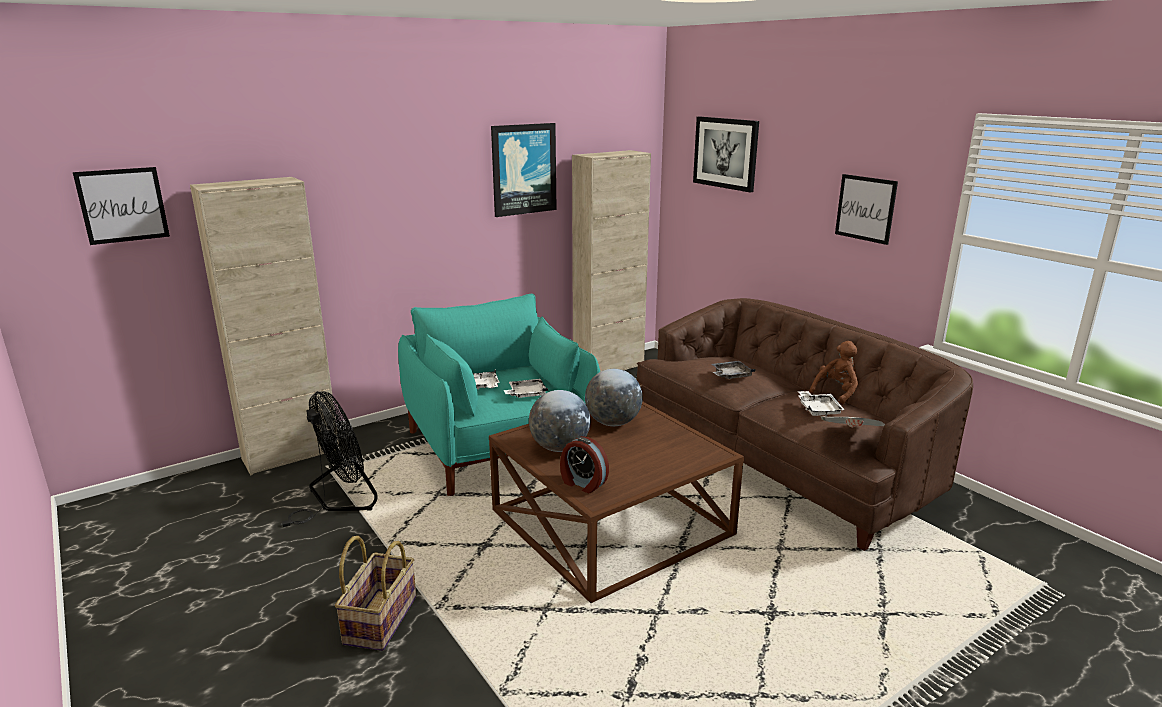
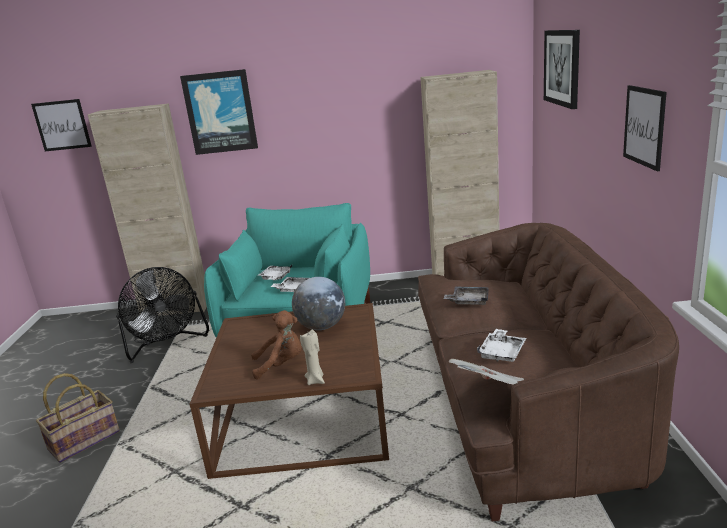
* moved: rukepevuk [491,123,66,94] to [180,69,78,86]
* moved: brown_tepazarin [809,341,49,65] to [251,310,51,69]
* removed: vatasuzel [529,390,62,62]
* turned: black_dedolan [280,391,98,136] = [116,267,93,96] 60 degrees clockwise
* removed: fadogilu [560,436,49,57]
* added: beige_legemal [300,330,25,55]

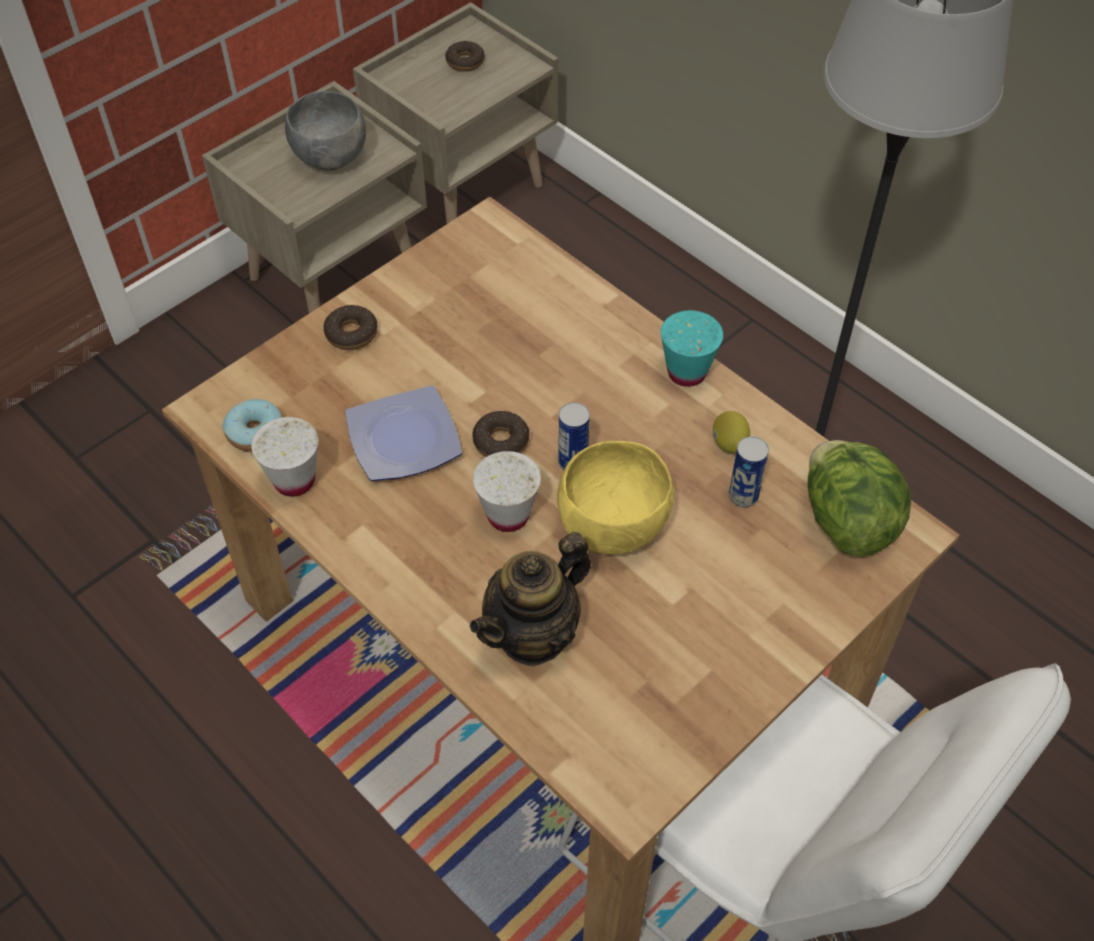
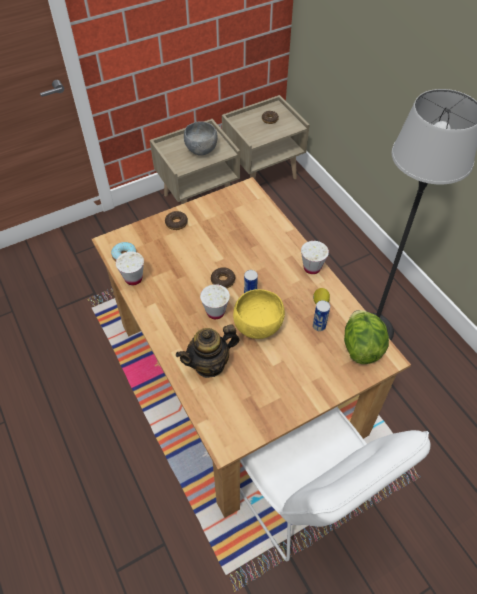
* recoloured: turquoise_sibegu [661,310,62,77] to white_sibegu [301,241,28,33]
* removed: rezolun [345,386,117,95]

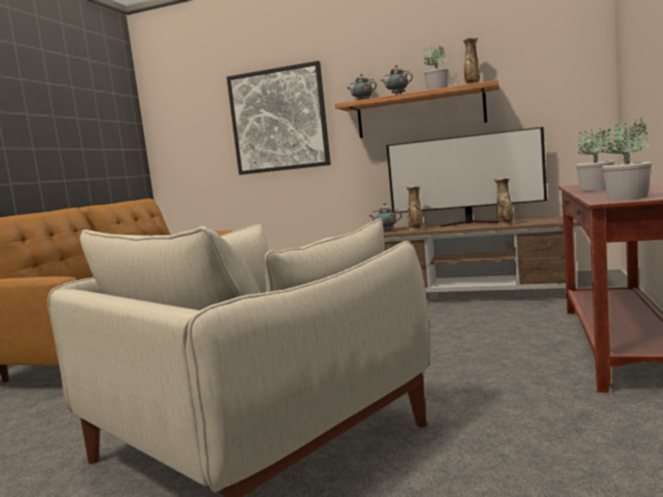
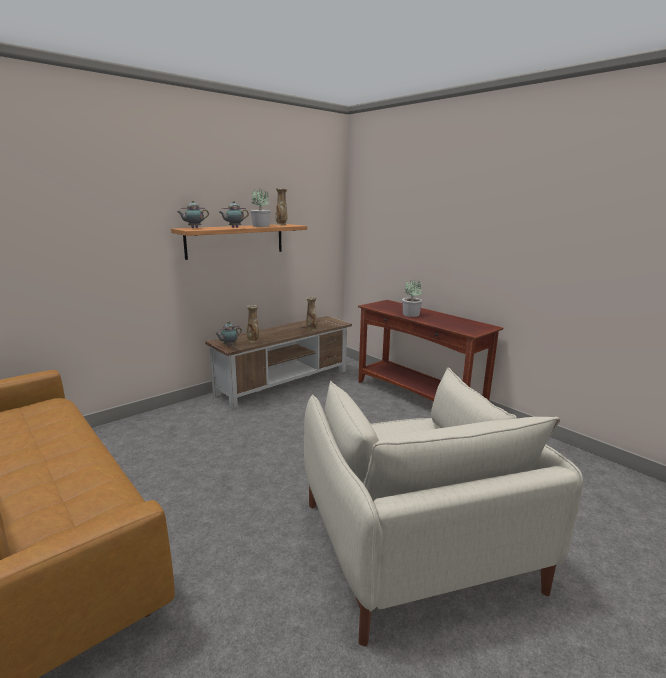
* removed: rukepevuk [227,61,104,114]
* removed: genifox [602,117,50,83]
* removed: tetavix [386,127,161,100]

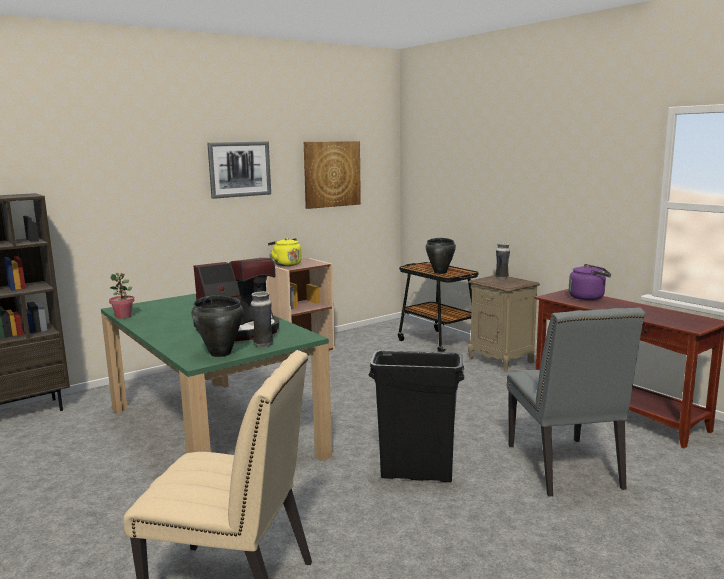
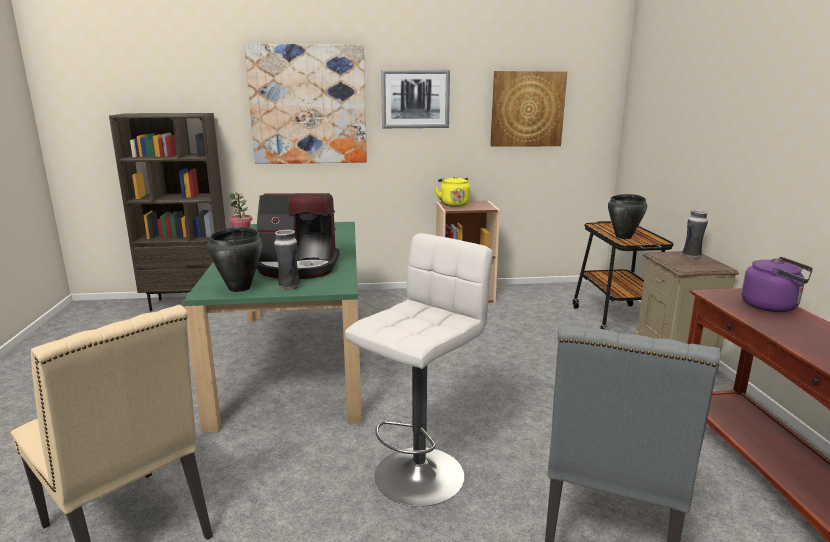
* replaced: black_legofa [369,350,95,132] to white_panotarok [345,233,148,274]
* added: rukepevuk [244,44,123,120]

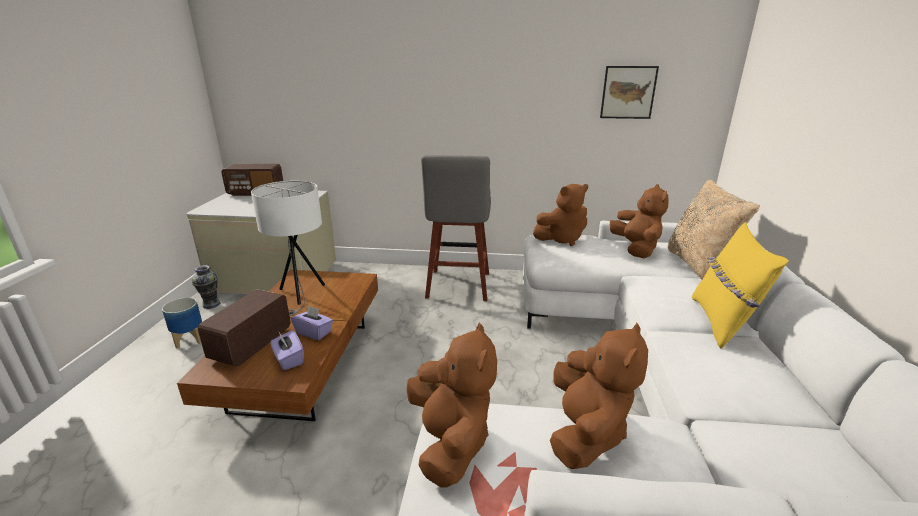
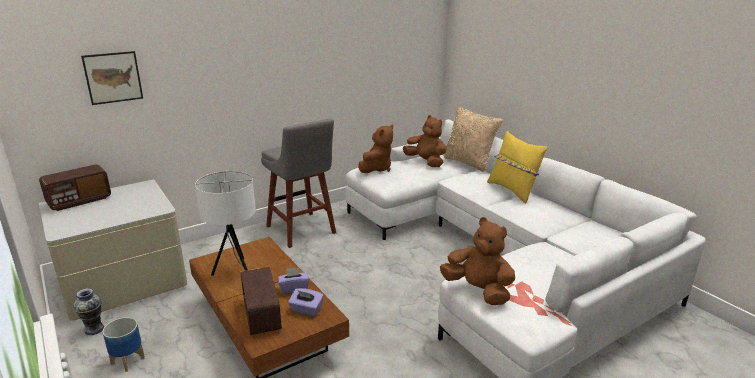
* moved: rukepevuk [600,66,59,53] to [81,51,62,54]
* removed: brown_tepazarin [550,323,98,146]

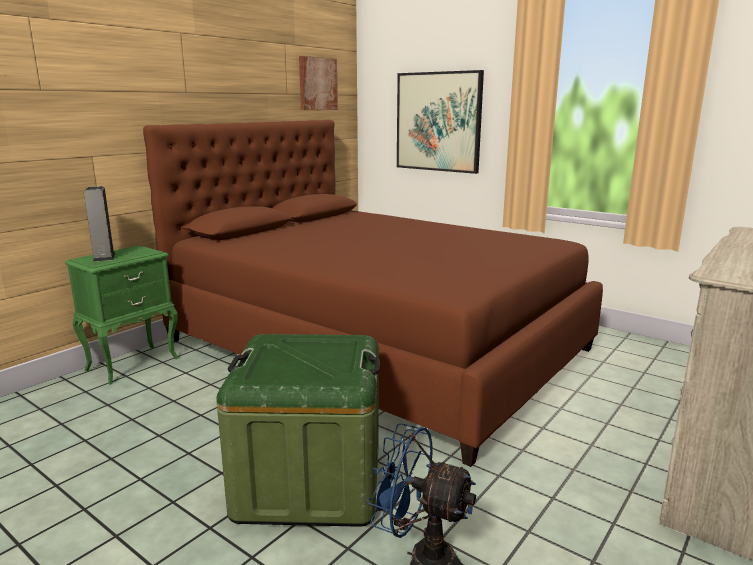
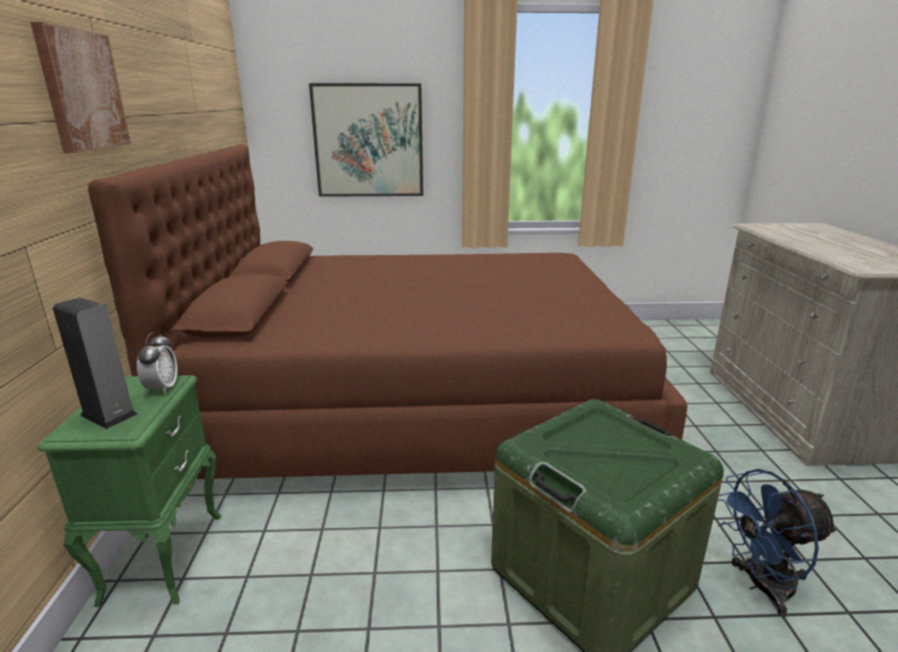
* moved: rukepevuk [299,56,39,54] to [30,21,101,132]
* added: fadogilu [137,332,40,62]

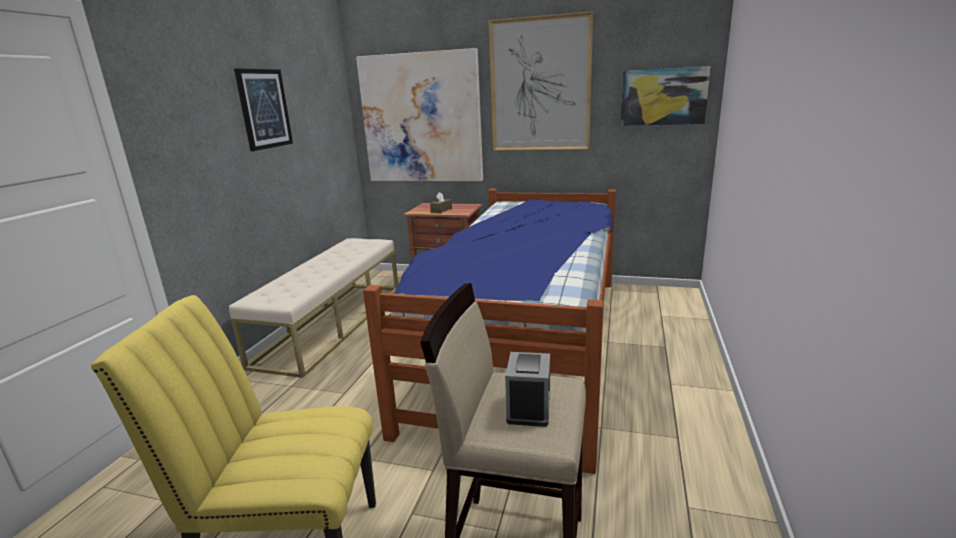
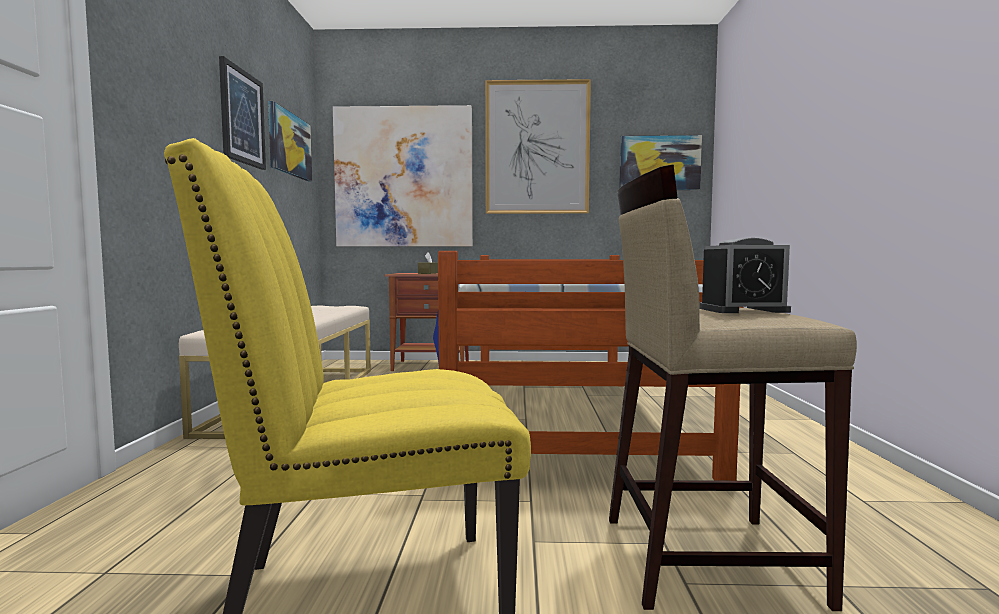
* turned: fadogilu [505,352,45,75] = [699,238,92,75] 90 degrees clockwise
* added: rukepevuk [268,101,44,80]

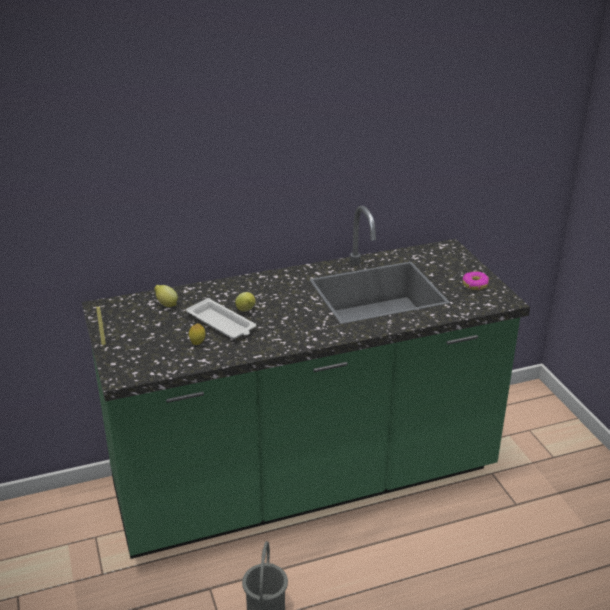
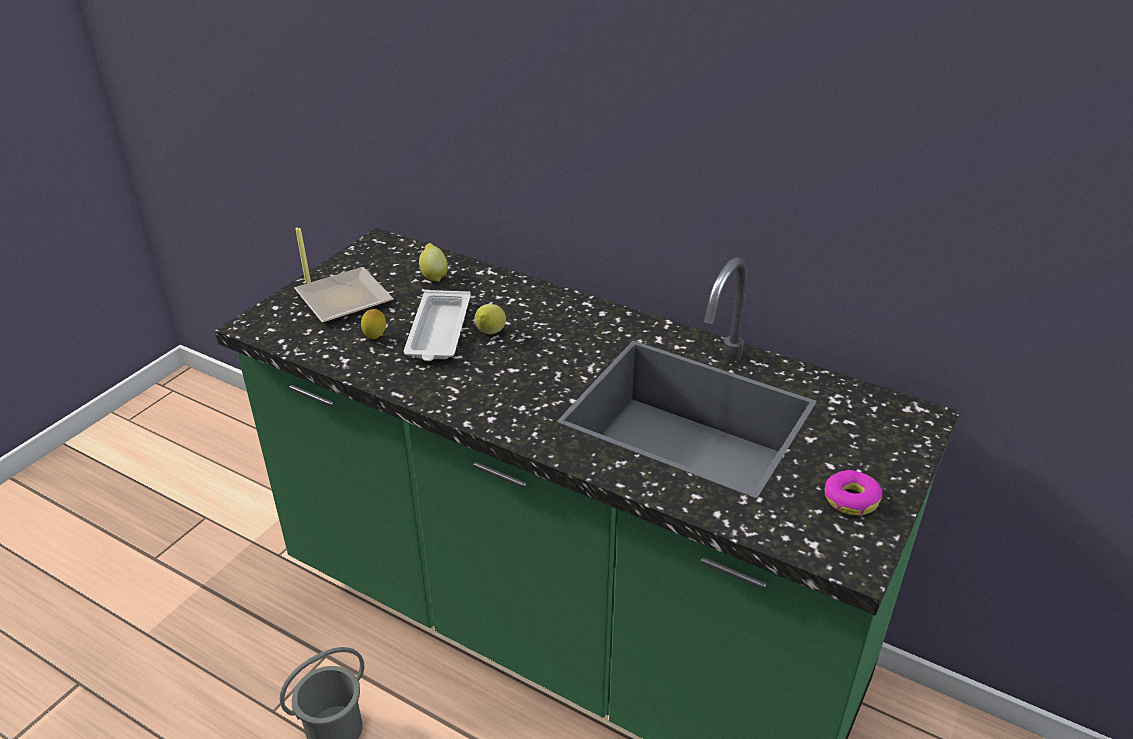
* added: rezolun [294,267,100,56]

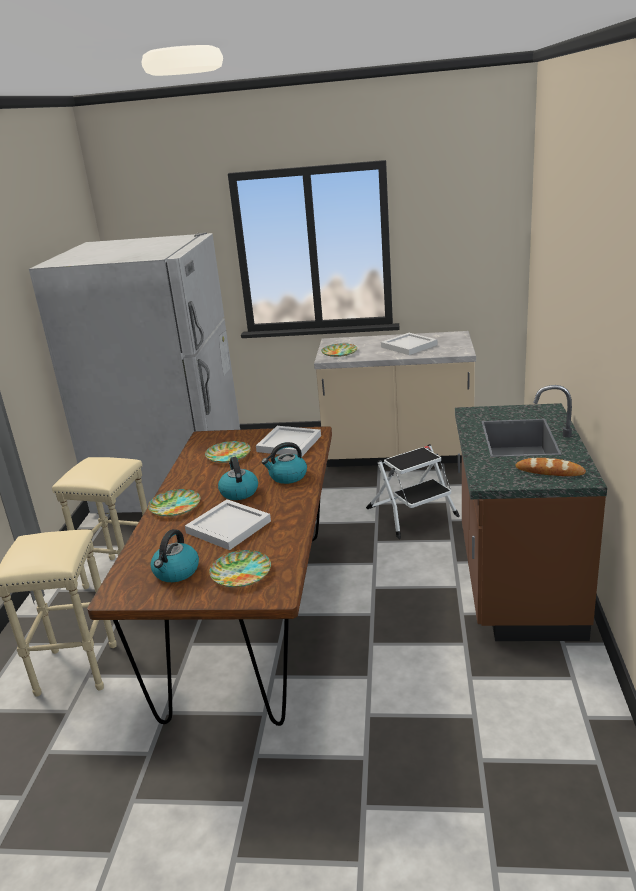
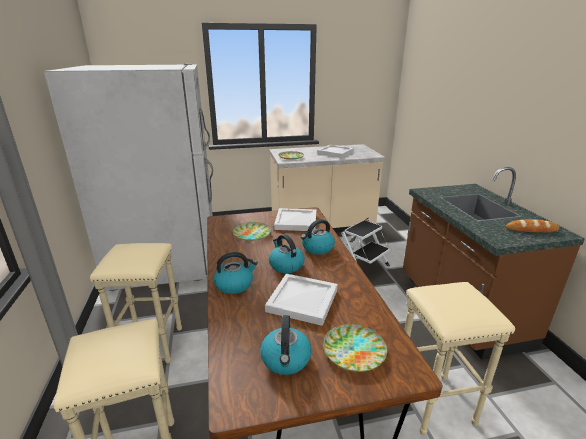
* replaced: rezolun [148,489,52,28] to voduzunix [214,252,44,42]
* added: beige_panotarok [404,282,111,153]

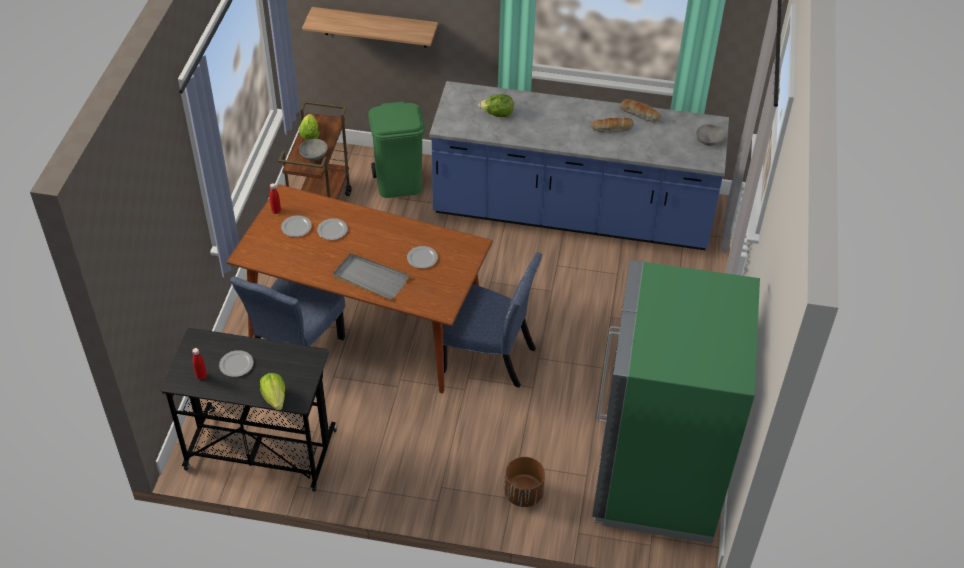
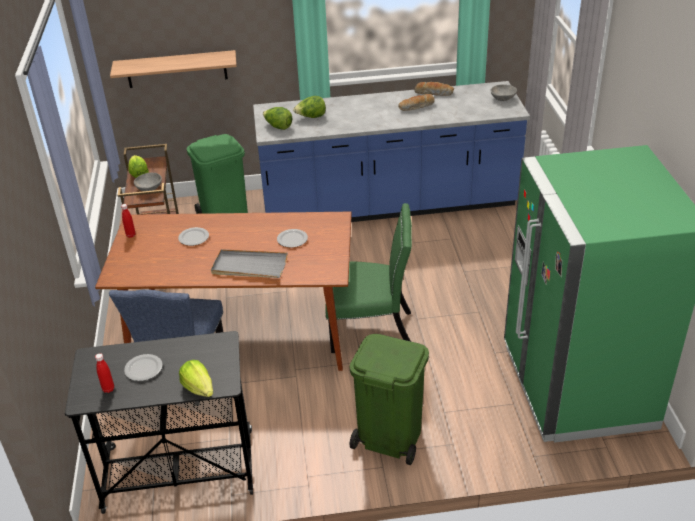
* removed: rezolun [281,215,31,22]
* recoloured: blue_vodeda [443,252,99,136] to green_vodeda [325,203,87,150]
* removed: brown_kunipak [505,457,40,50]
* added: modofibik [263,107,29,23]
* added: green_legofa [349,334,80,131]

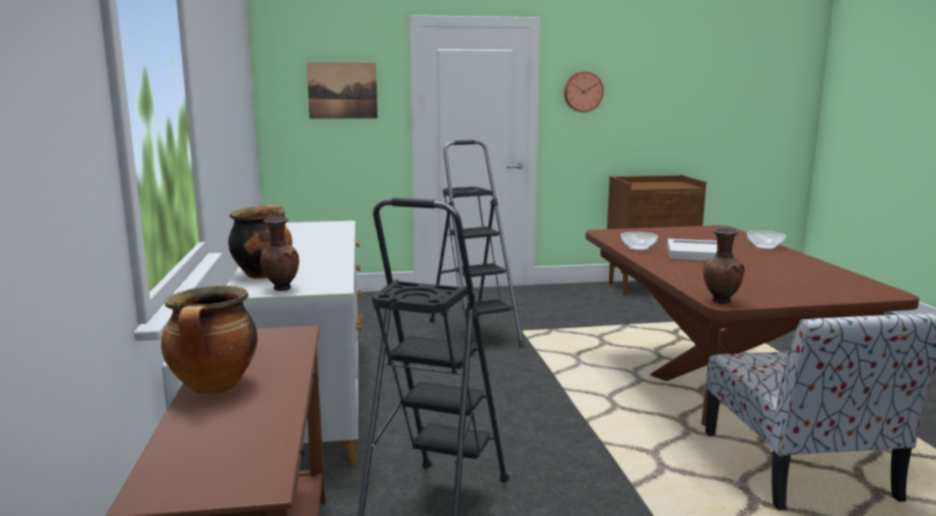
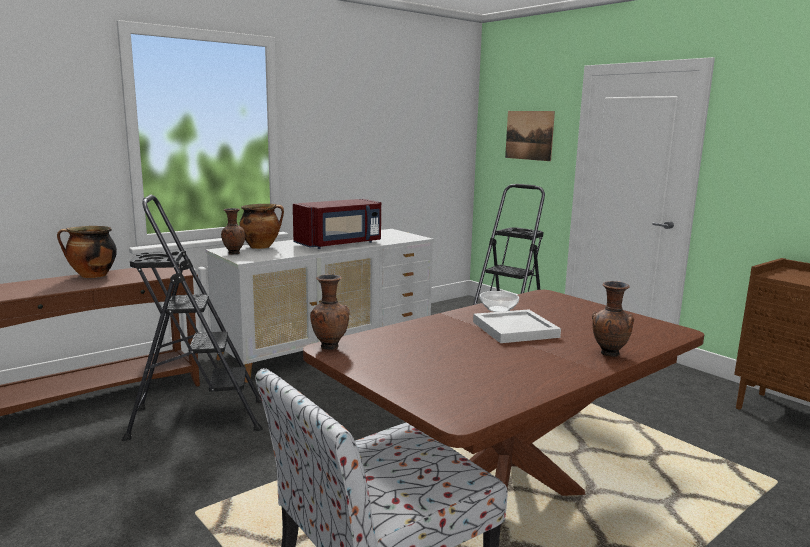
* removed: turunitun [564,71,40,41]
* replaced: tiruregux [747,231,39,18] to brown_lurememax [592,281,42,76]
* added: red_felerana [293,199,88,50]

